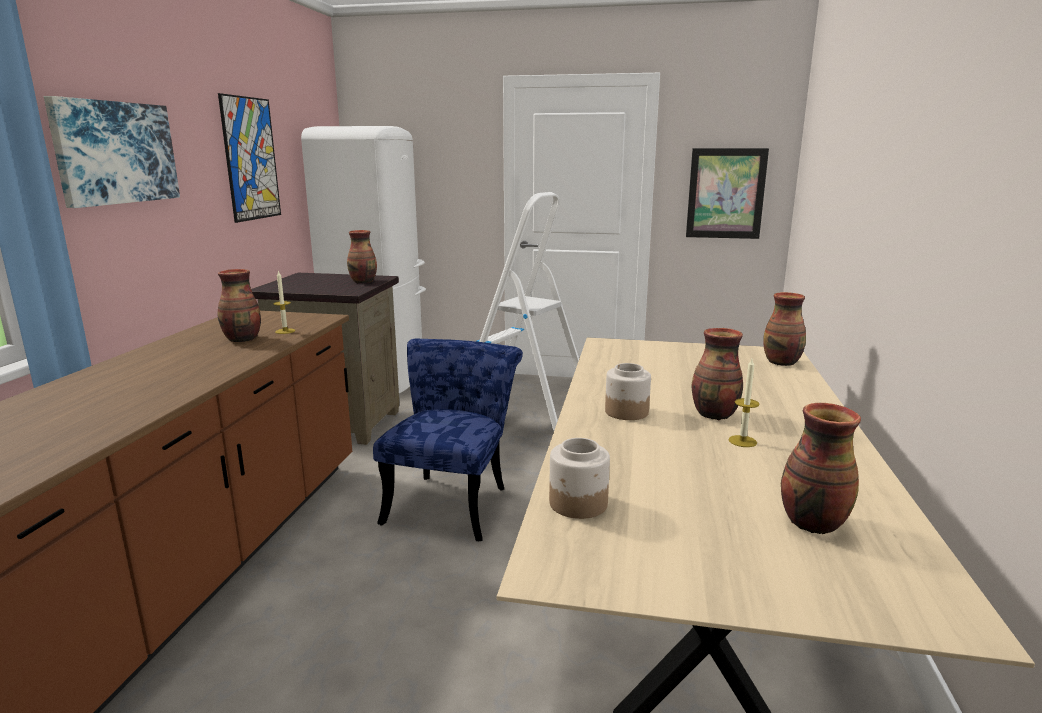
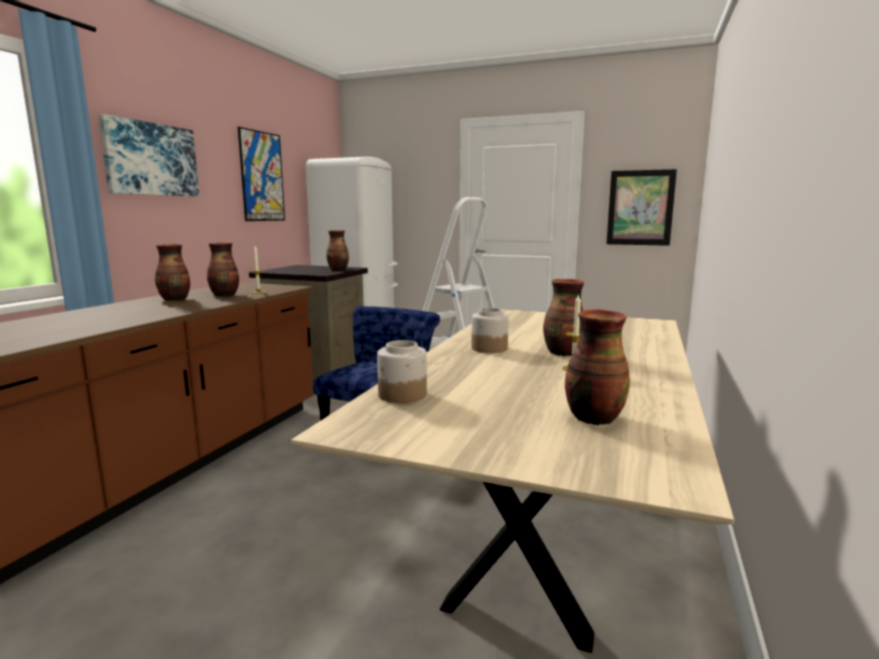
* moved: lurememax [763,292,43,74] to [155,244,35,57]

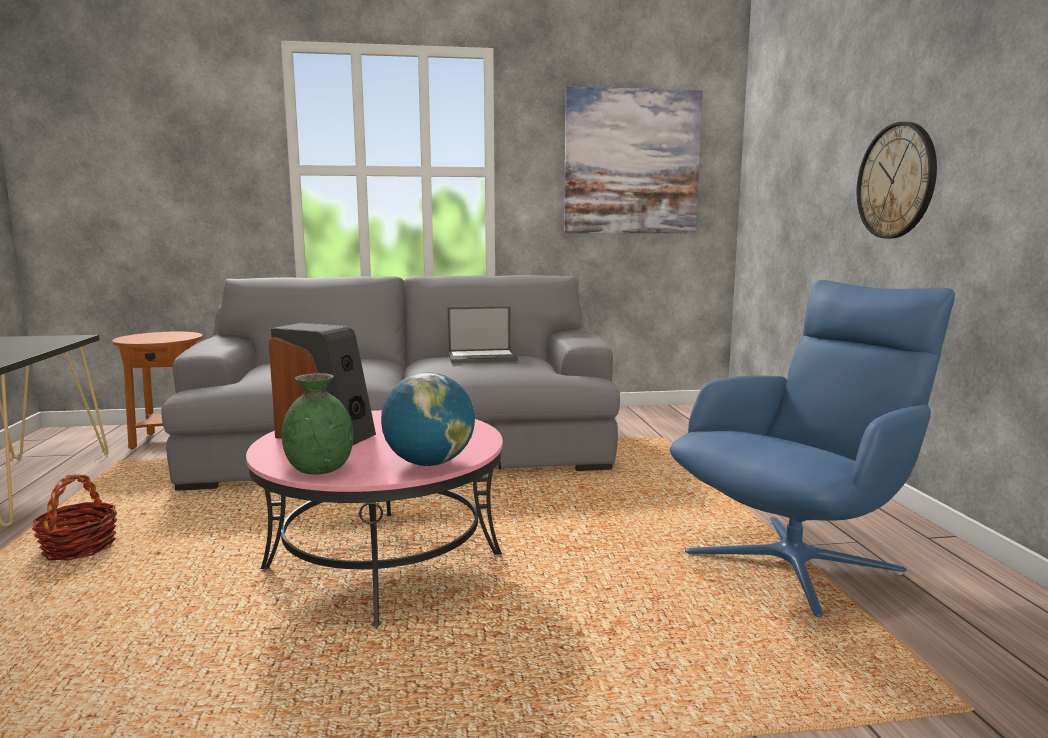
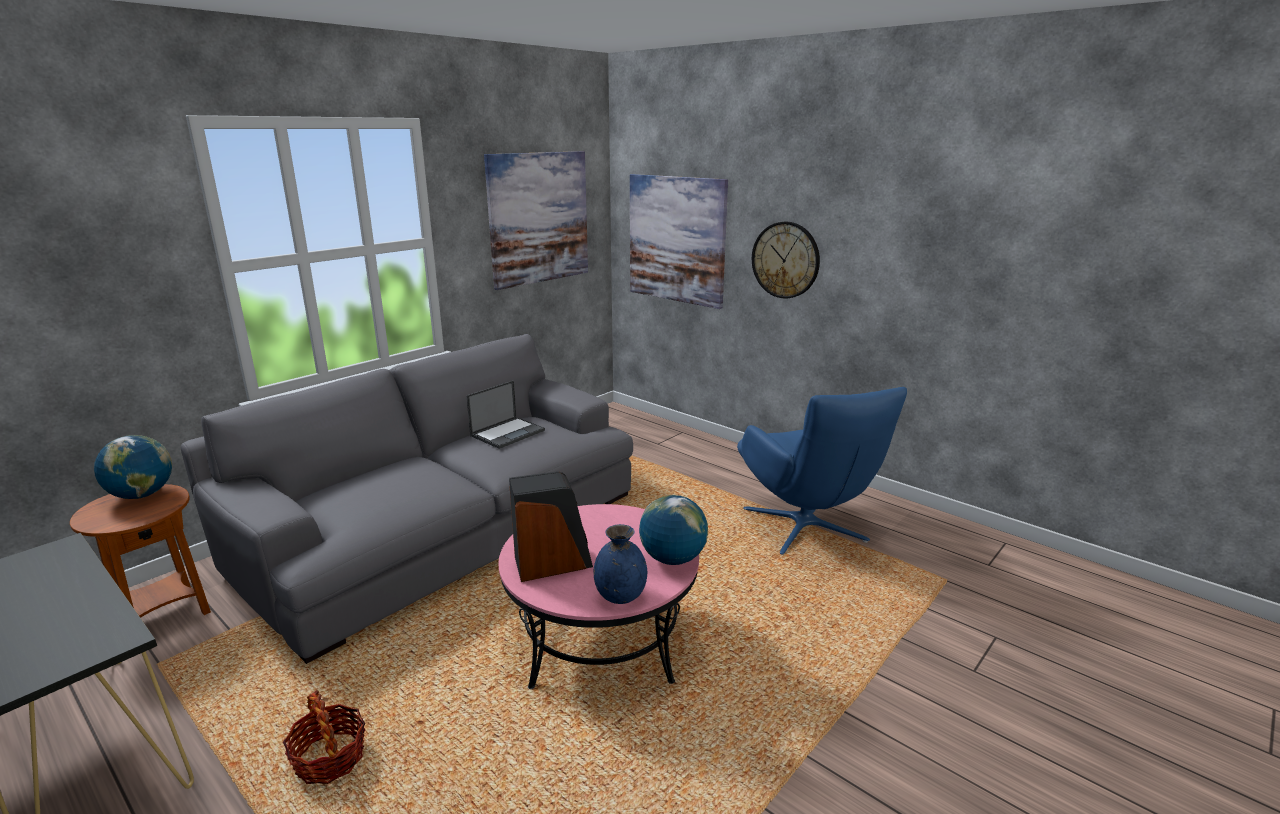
* turned: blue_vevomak [670,280,285,337] = [737,387,170,168] 150 degrees clockwise
* recoloured: green_lurememax [282,373,72,101] to blue_lurememax [594,524,53,80]
* added: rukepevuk [630,174,98,135]
* added: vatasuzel [94,435,78,64]

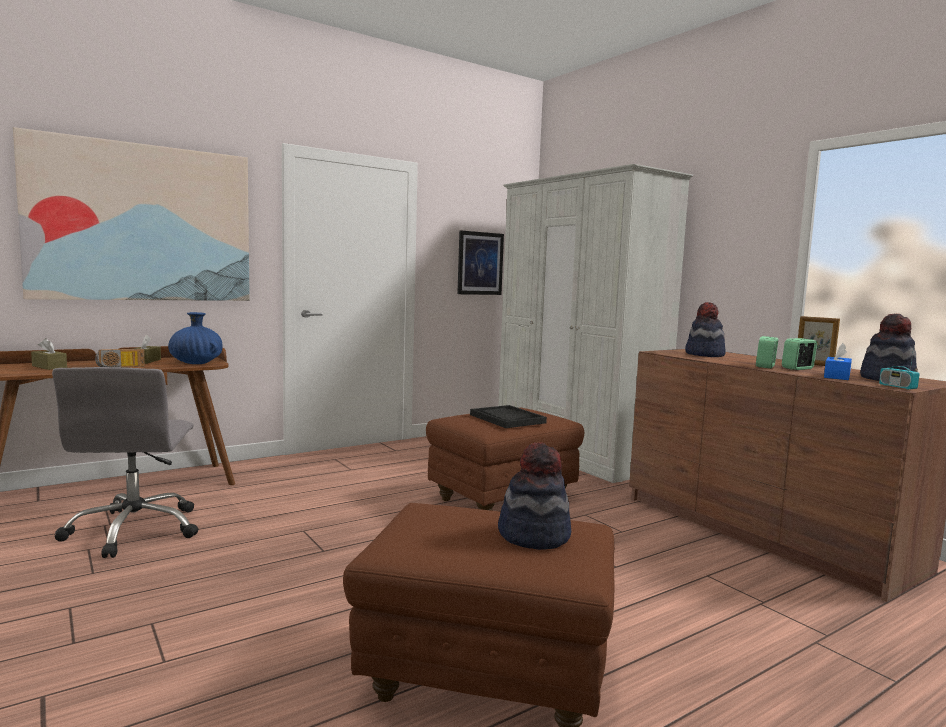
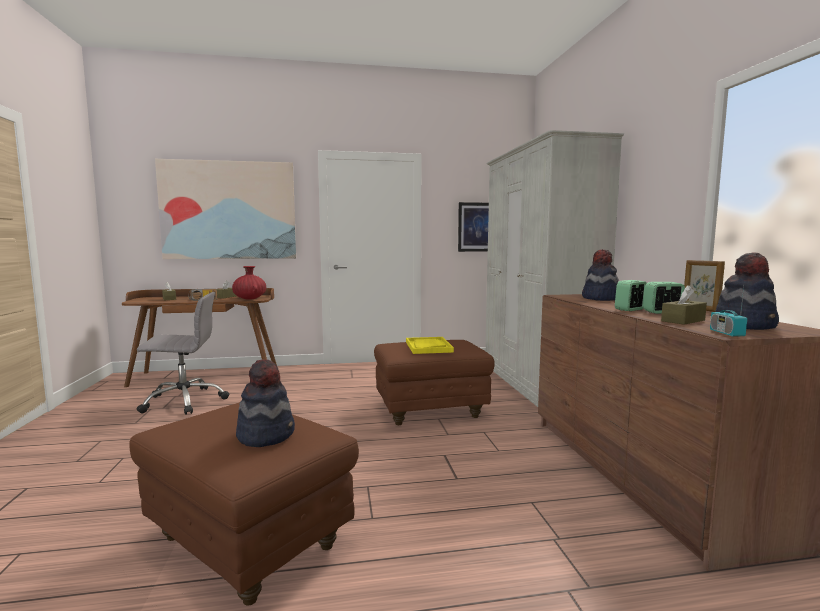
* recoloured: blue_lurememax [168,312,55,52] to red_lurememax [232,266,34,34]
* recoloured: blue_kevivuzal [824,343,28,37] to brown_kevivuzal [661,285,46,40]
* turned: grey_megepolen [52,367,147,191] = [137,292,92,123] 120 degrees counterclockwise
* recoloured: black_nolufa [470,405,77,23] to yellow_nolufa [406,337,48,17]

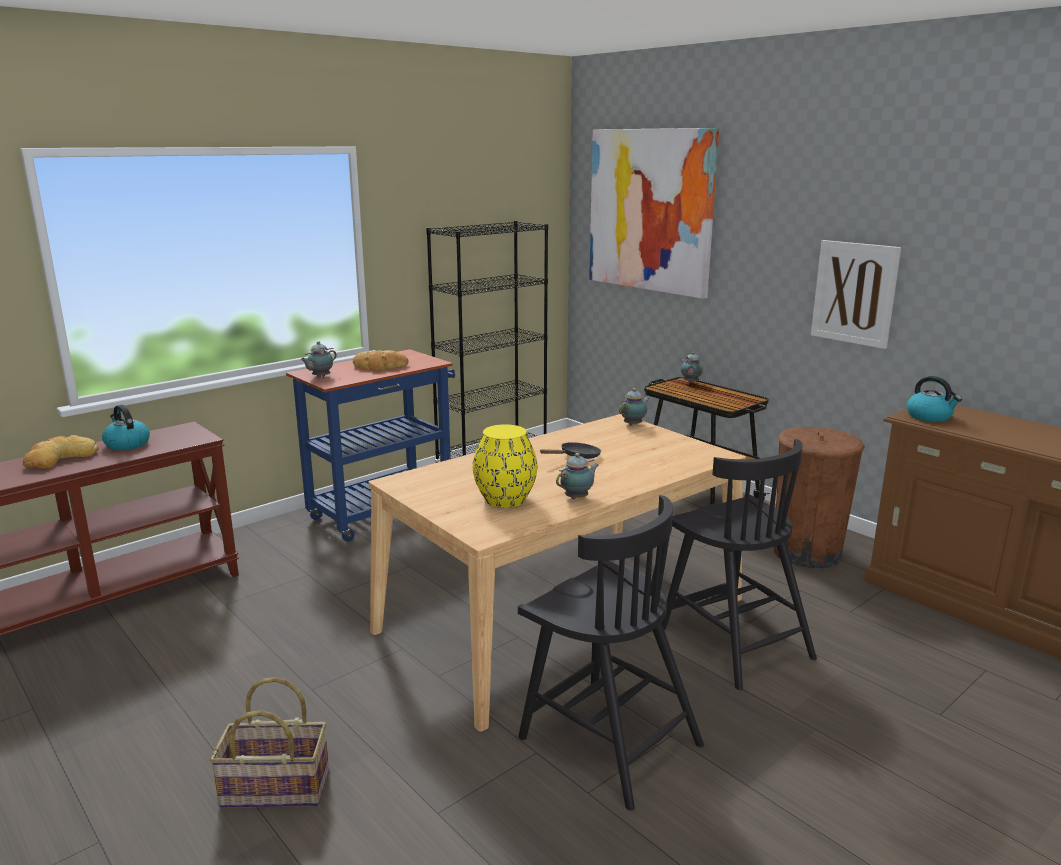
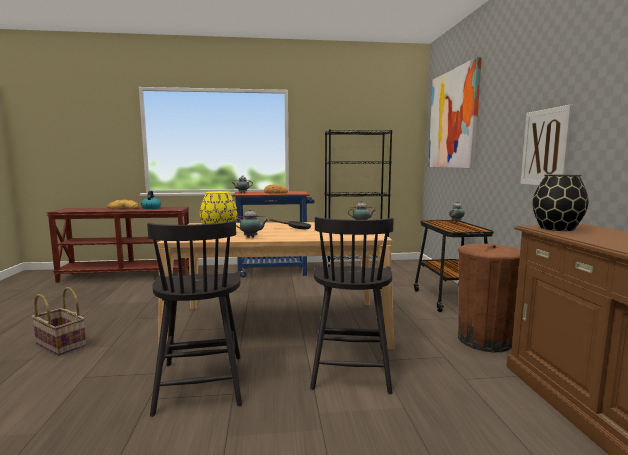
* replaced: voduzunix [907,376,55,46] to black_lurememax [532,174,56,57]

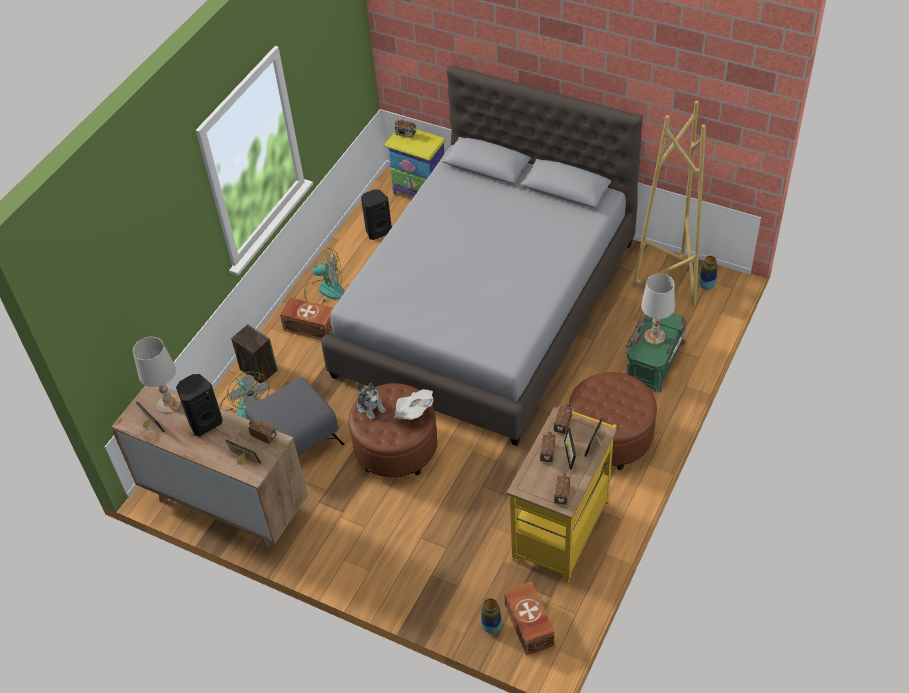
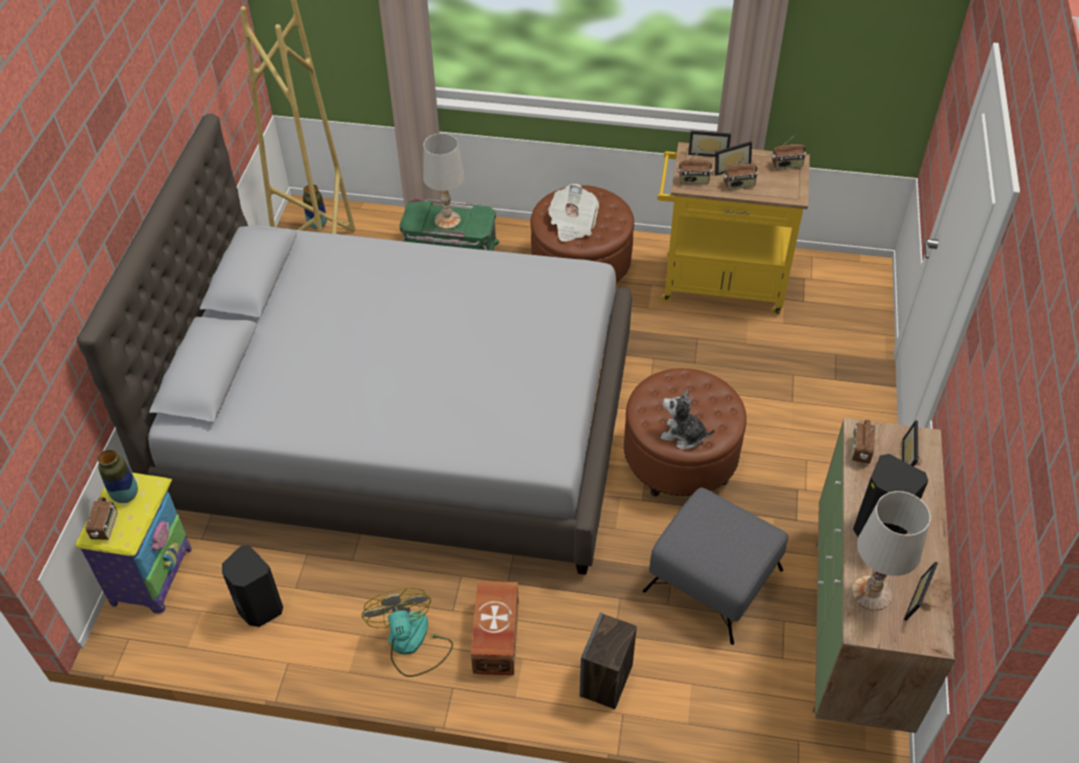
* removed: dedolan [220,371,50,48]
* turned: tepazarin [357,383,29,37] = [661,389,54,60] 105 degrees counterclockwise
* moved: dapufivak [394,389,39,31] to [548,184,51,58]
* removed: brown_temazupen [504,581,50,75]
* moved: lurememax [481,598,21,36] to [98,449,40,54]

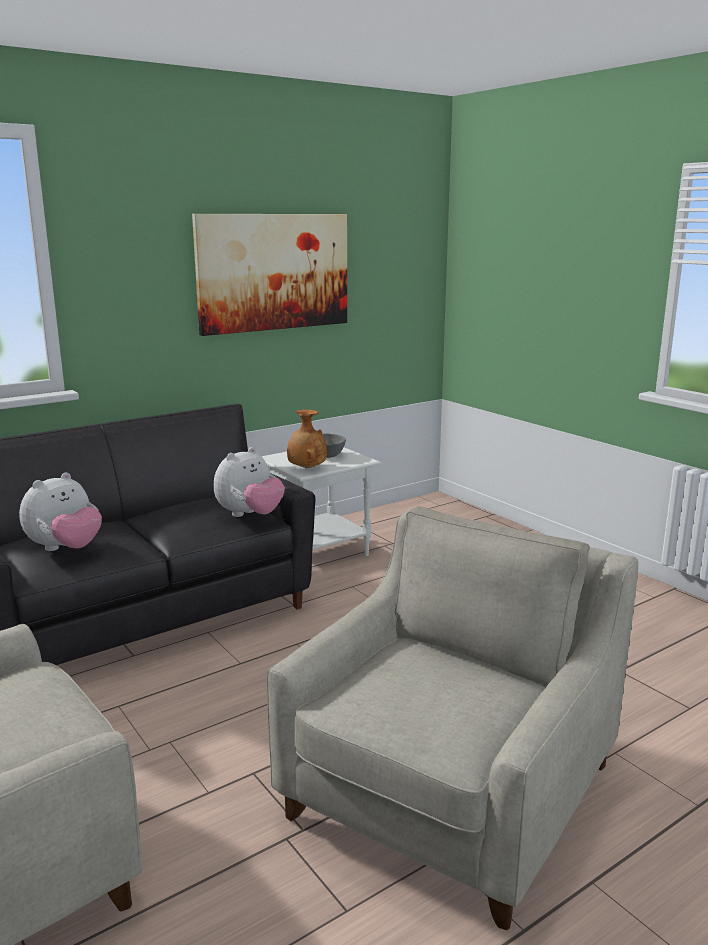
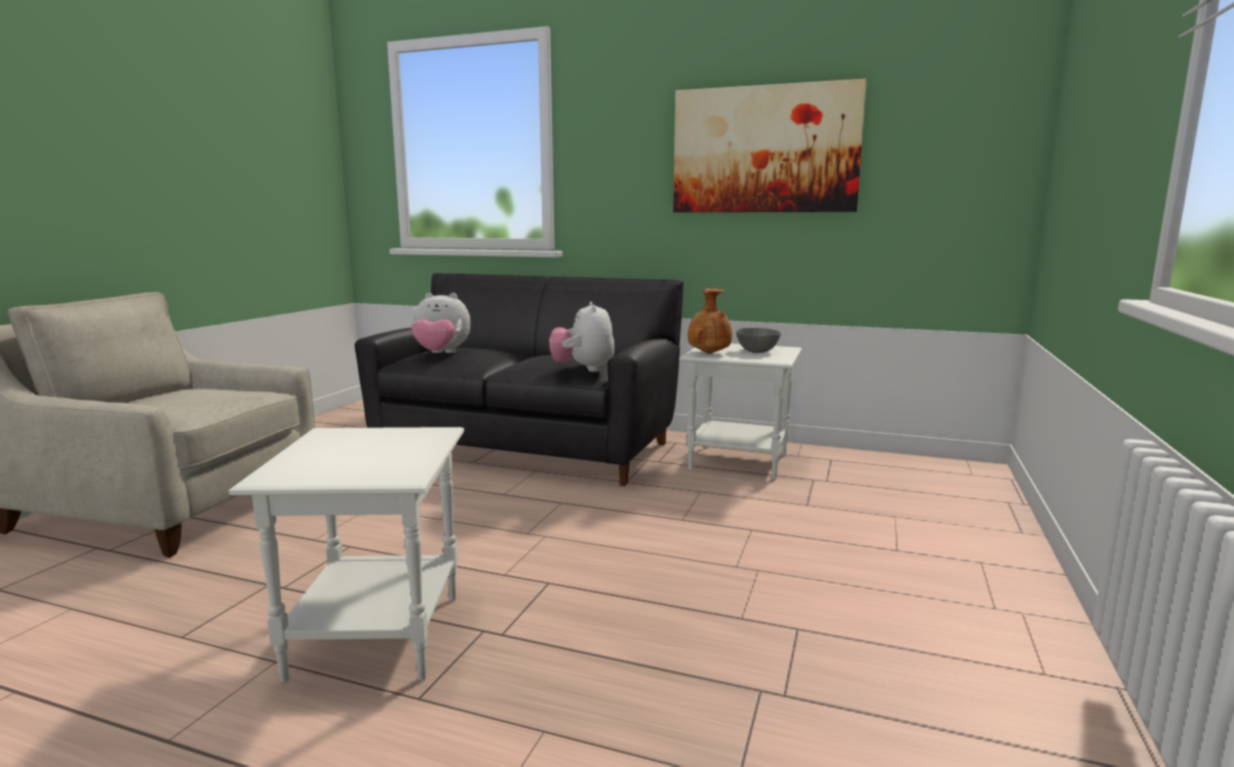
* turned: tepazarin [214,447,71,70] = [549,302,66,70] 75 degrees clockwise
* replaced: beige_vevomak [267,506,371,424] to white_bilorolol [229,427,235,256]

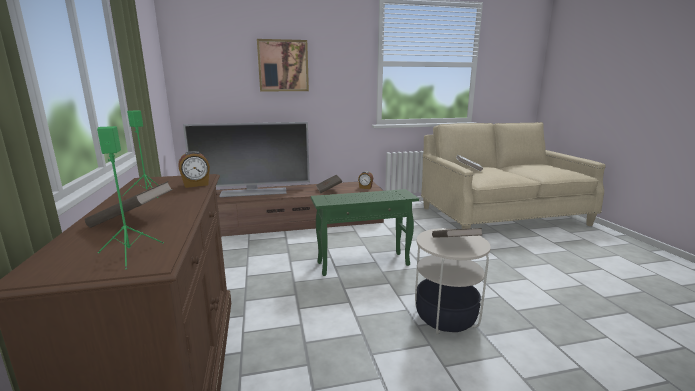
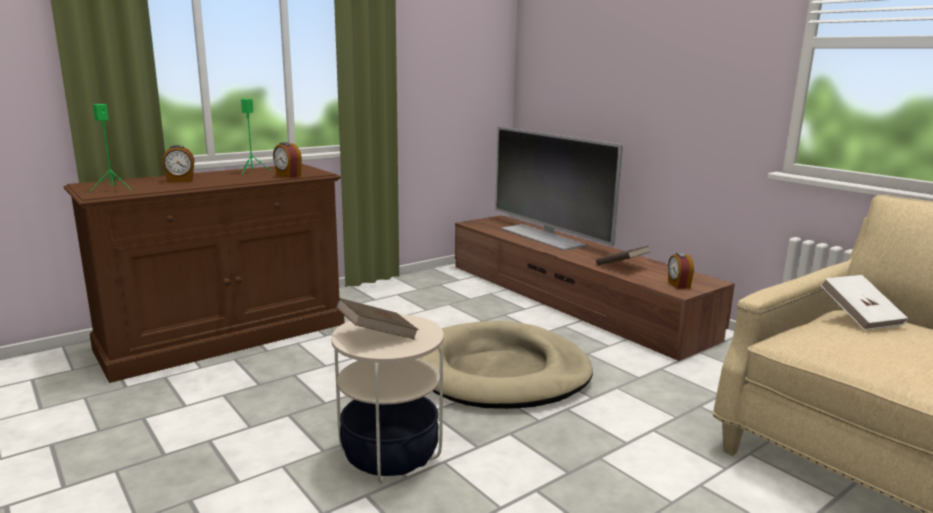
* removed: rukepevuk [257,39,52,52]
* replaced: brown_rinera [85,181,88,47] to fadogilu [162,145,32,38]
* replaced: green_bilorolol [311,189,108,87] to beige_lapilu [419,321,174,88]

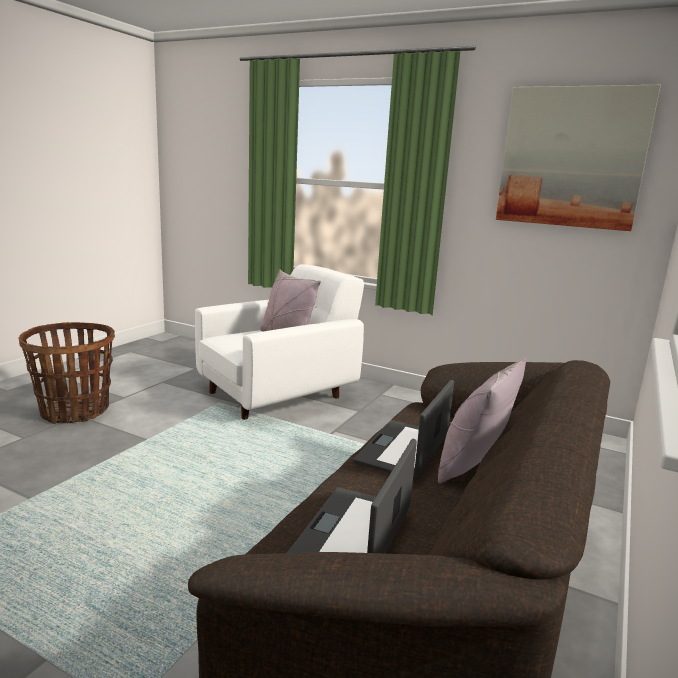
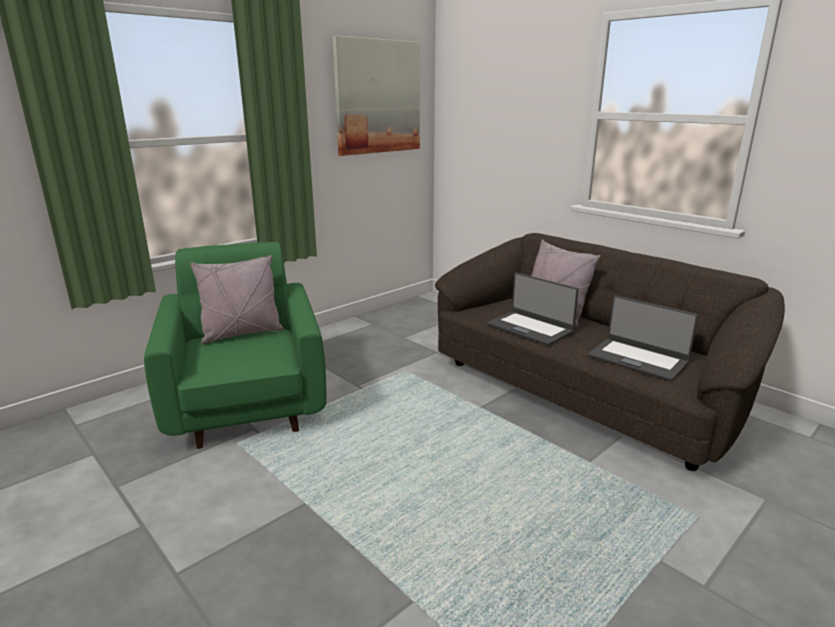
* recoloured: white_vevomak [195,264,169,156] to green_vevomak [144,242,182,207]
* removed: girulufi [19,322,96,102]

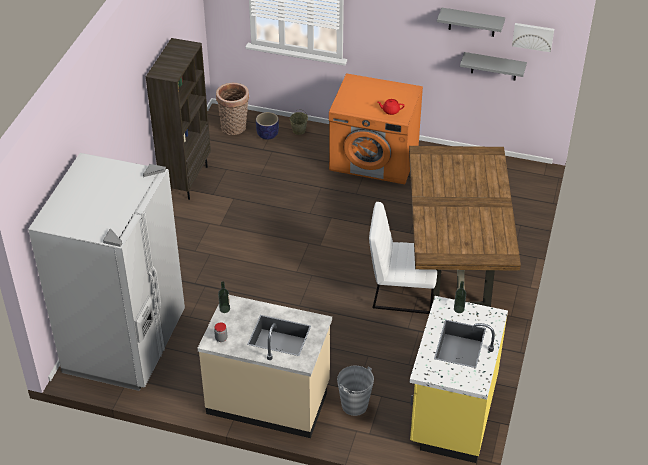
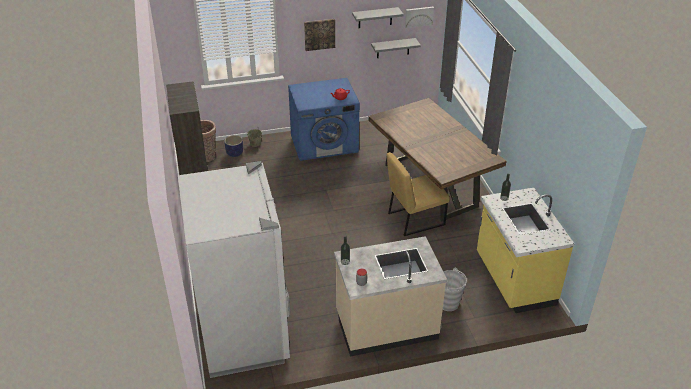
* recoloured: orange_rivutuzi [329,73,94,111] to blue_rivutuzi [288,78,72,83]
* recoloured: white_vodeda [369,202,68,112] to yellow_vodeda [387,152,63,84]
* added: rukepevuk [304,19,31,32]

